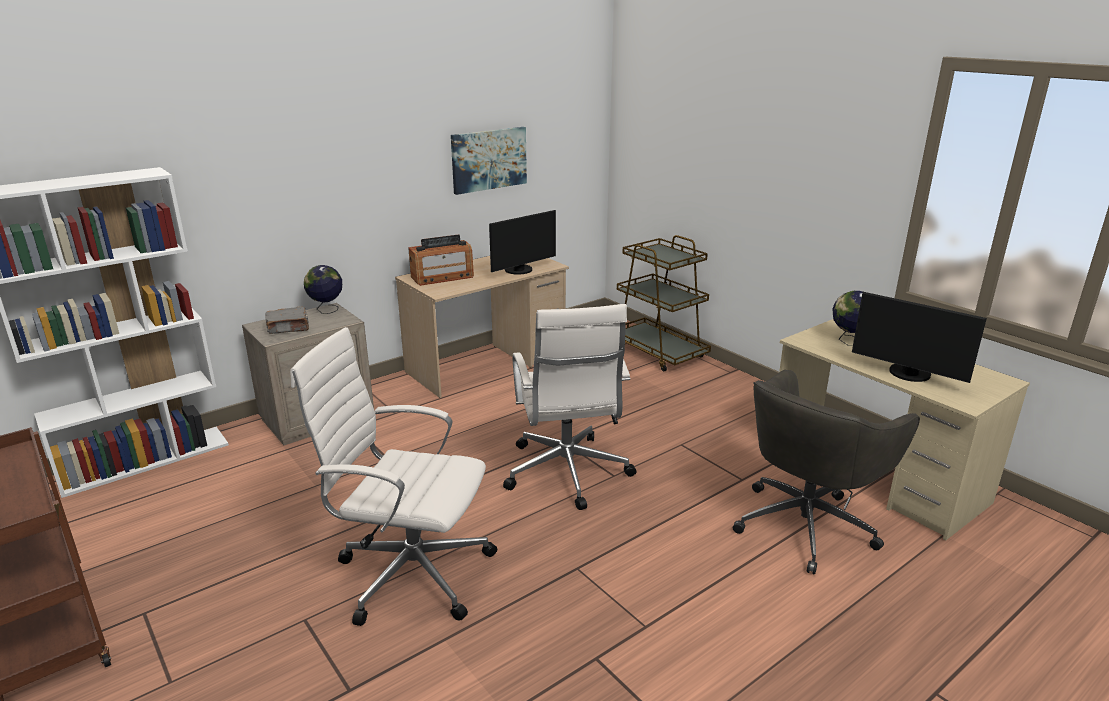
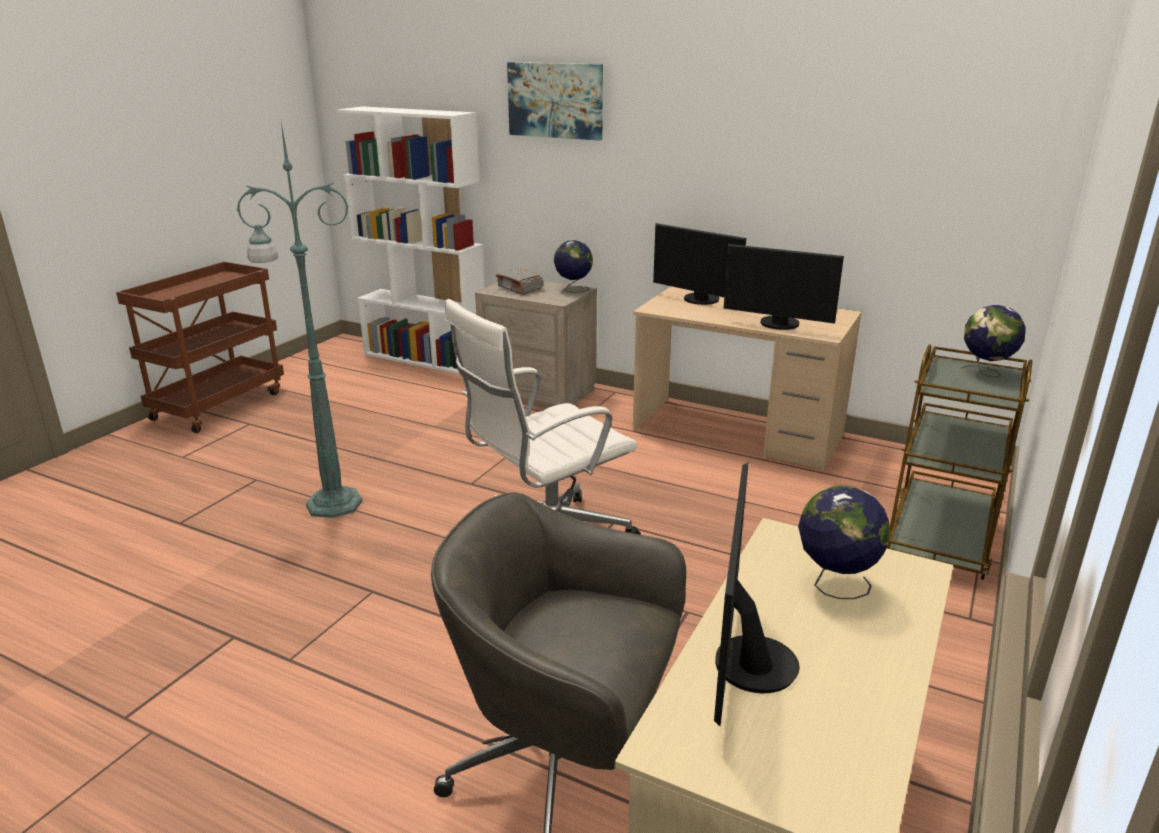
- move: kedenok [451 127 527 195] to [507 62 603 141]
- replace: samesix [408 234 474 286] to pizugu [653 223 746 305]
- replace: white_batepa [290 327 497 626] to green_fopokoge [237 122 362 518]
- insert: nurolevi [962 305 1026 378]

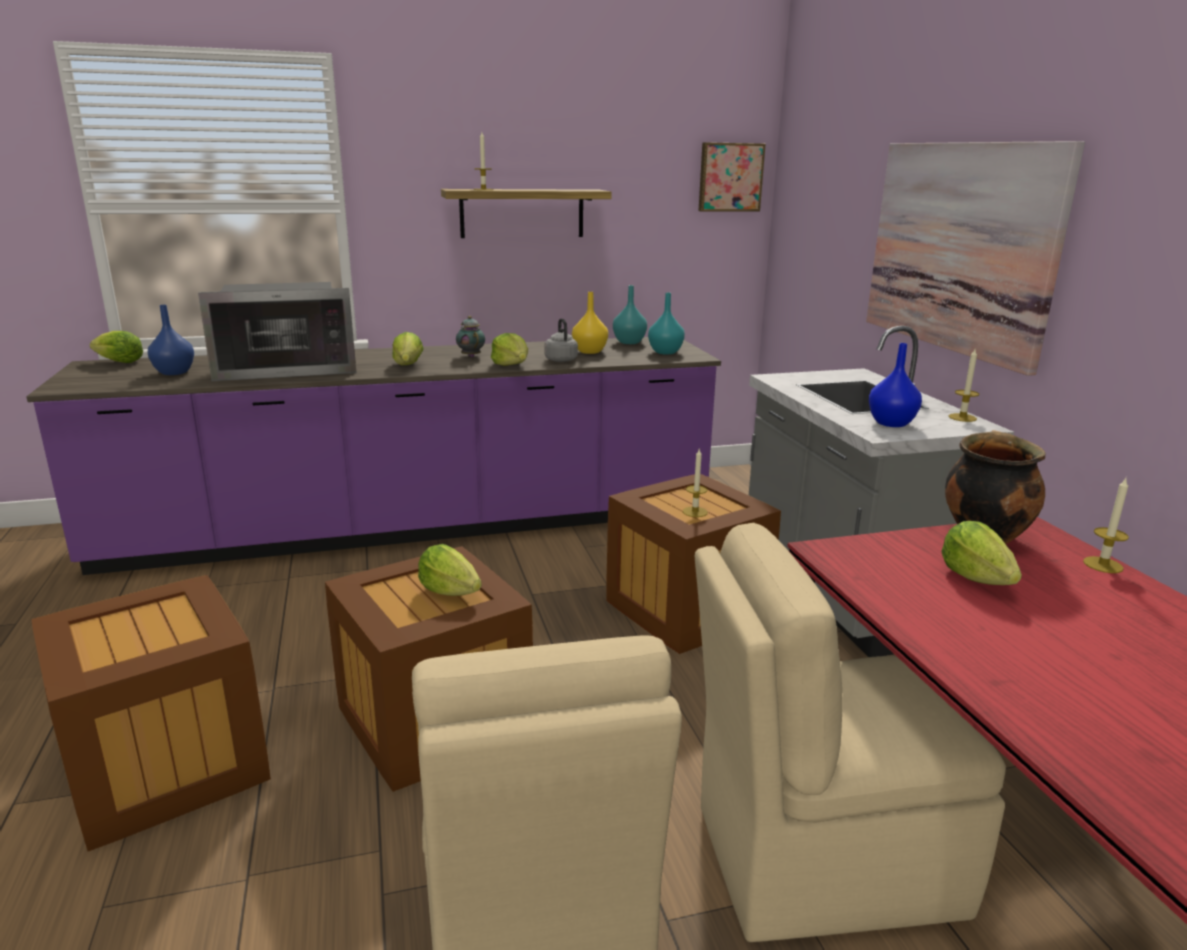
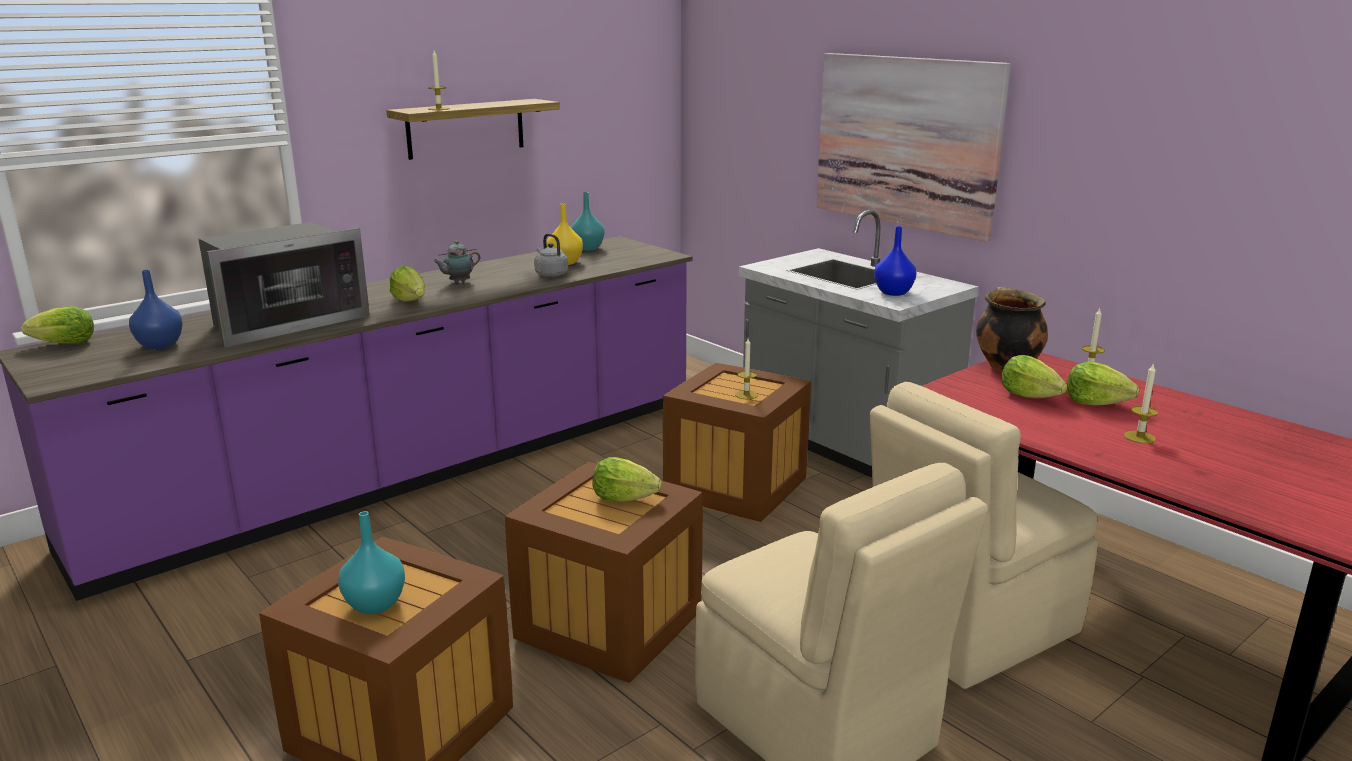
- delete: kedenok [699 142 766 212]
- move: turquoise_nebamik [648 293 685 354] to [338 511 405 614]
- rotate: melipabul [456 316 485 357] = [433 241 480 283] 75 degrees counterclockwise
- move: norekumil [491 333 528 366] to [1067 361 1139 406]
- move: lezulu [949 349 979 422] to [1124 363 1159 444]

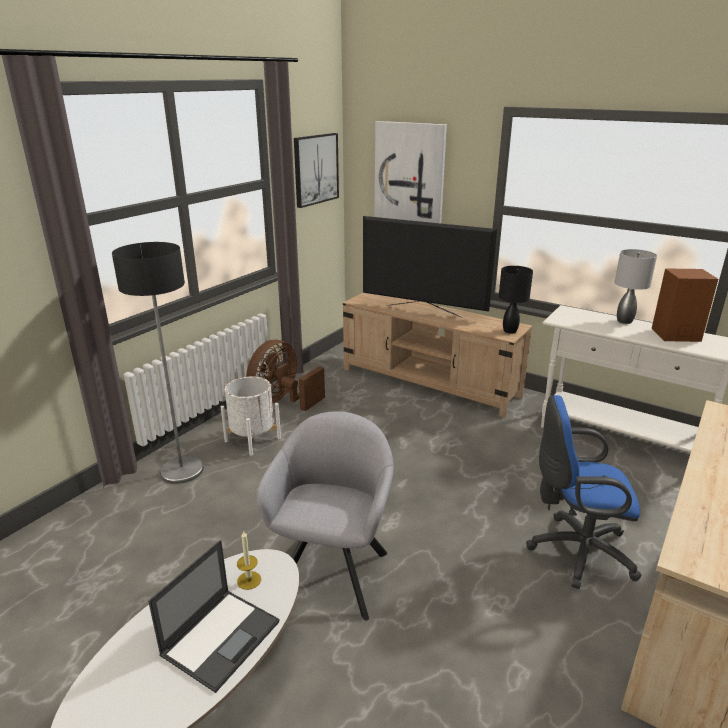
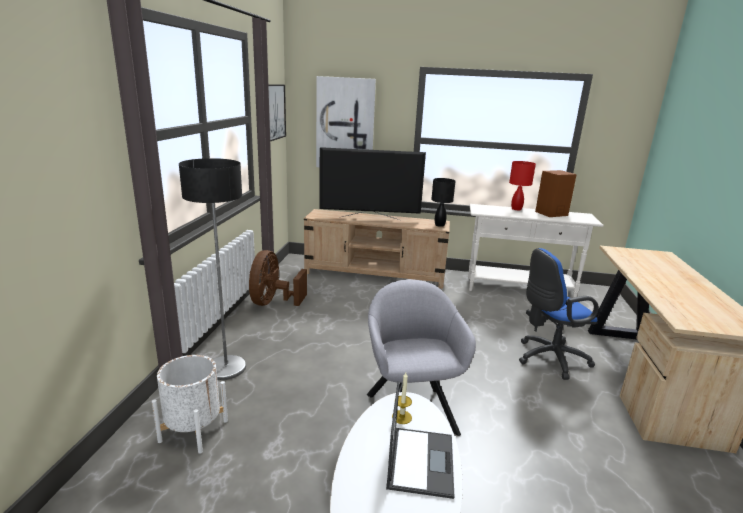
- recolor: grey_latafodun [615 249 657 324] to red_latafodun [509 161 536 210]
- move: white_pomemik [221 377 281 456] to [152 355 228 454]

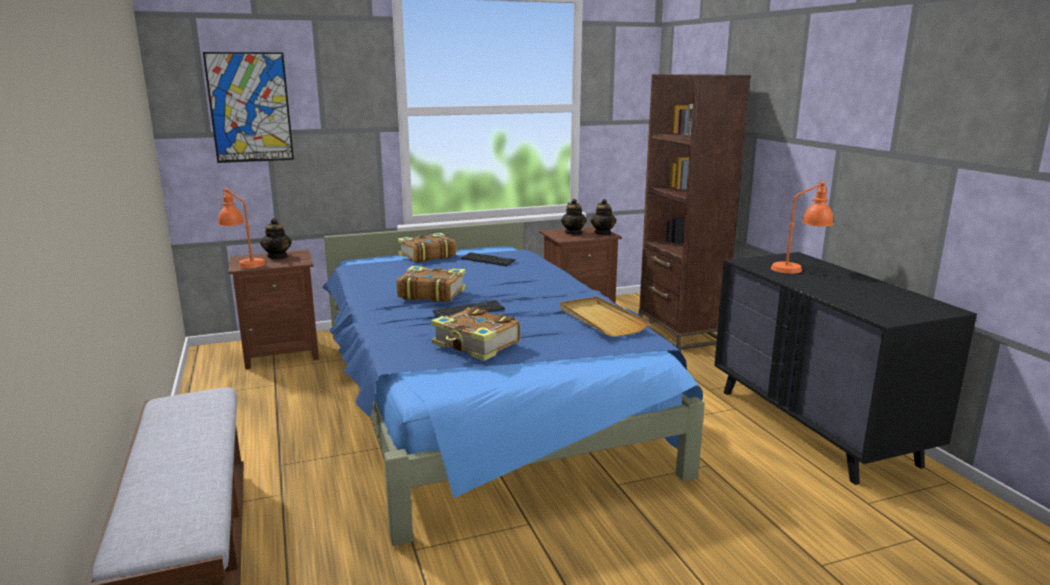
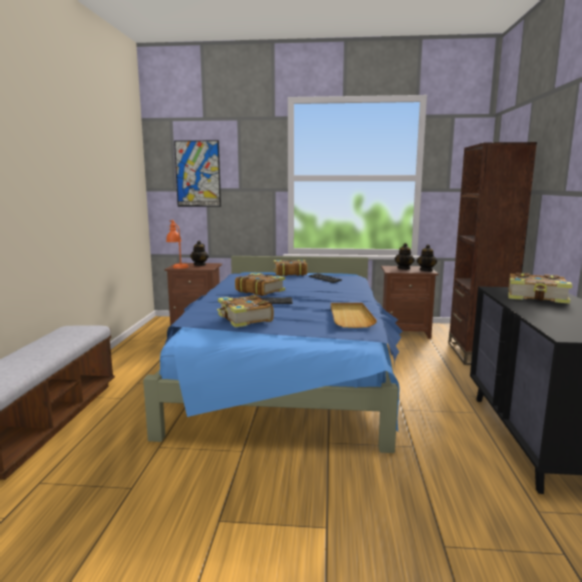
- replace: orange_latafodun [771 181 834 274] to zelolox [508 273 573 304]

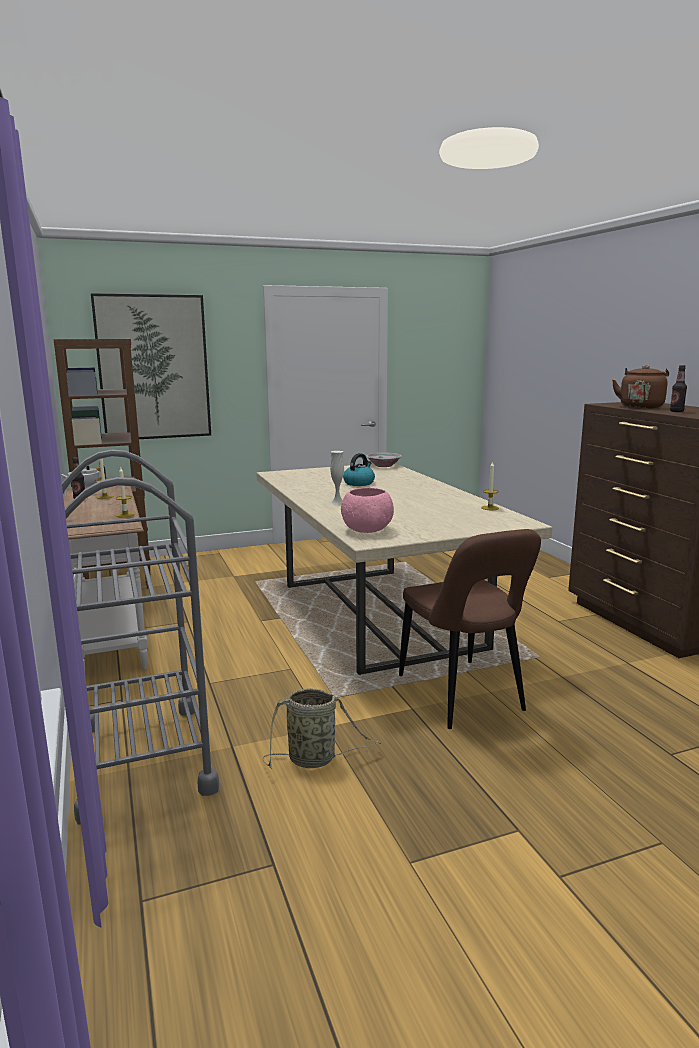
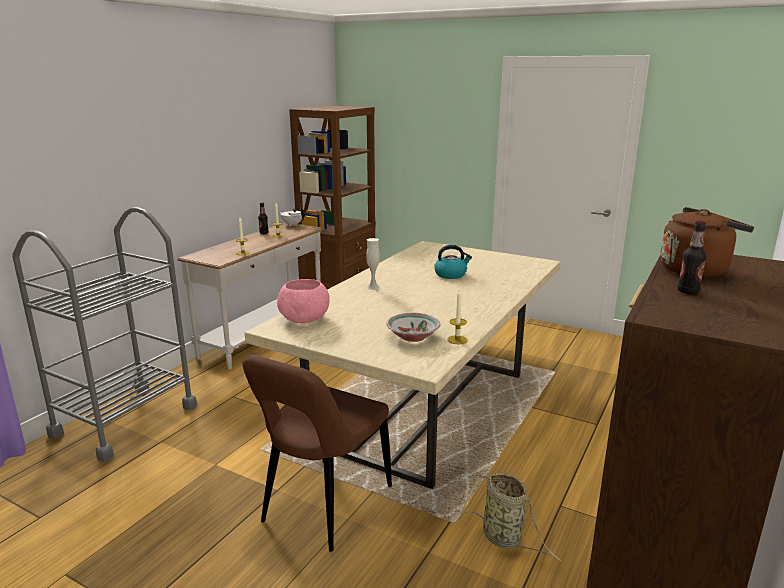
- delete: kedenok [91 293 211 439]
- move: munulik [366 453 402 467] to [386 313 440 342]
- move: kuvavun [263 688 381 768] to [457 473 561 561]

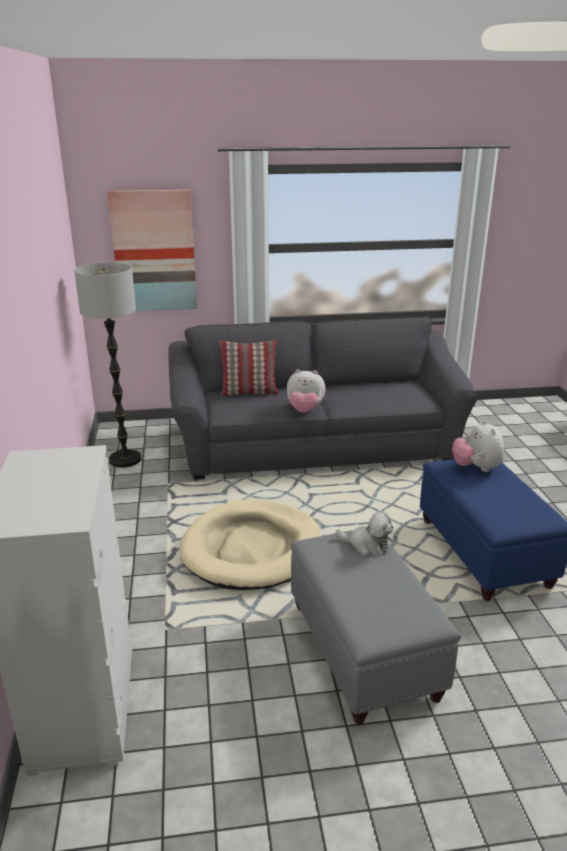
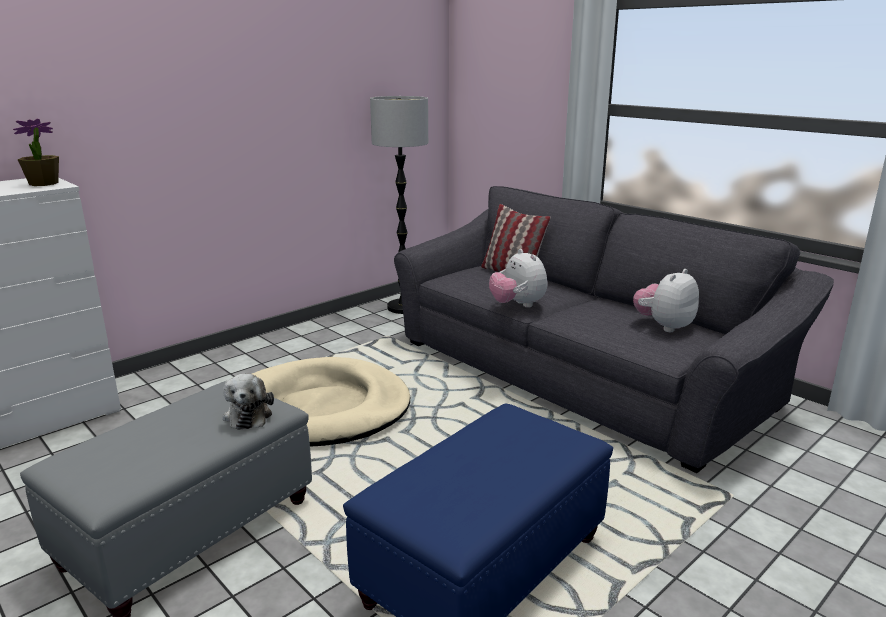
- delete: kedenok [107 190 197 311]
- move: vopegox [452 420 504 472] to [633 269 699 332]
- insert: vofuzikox [13 119 59 186]

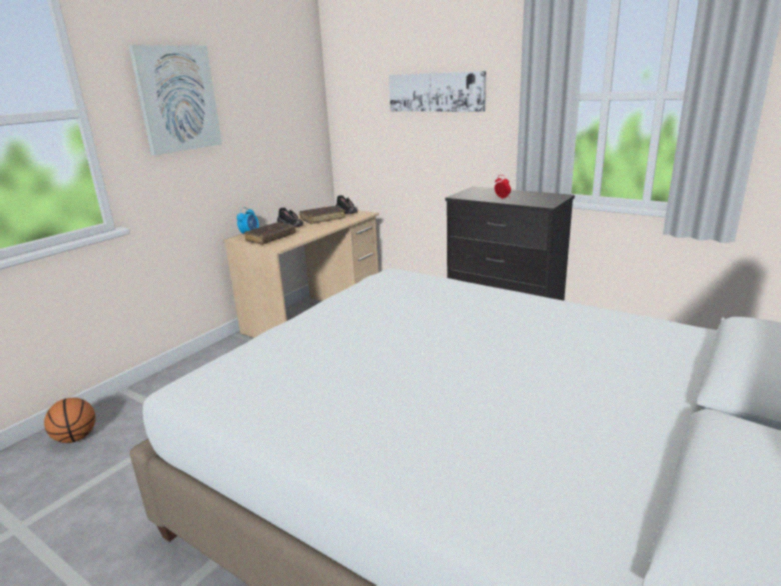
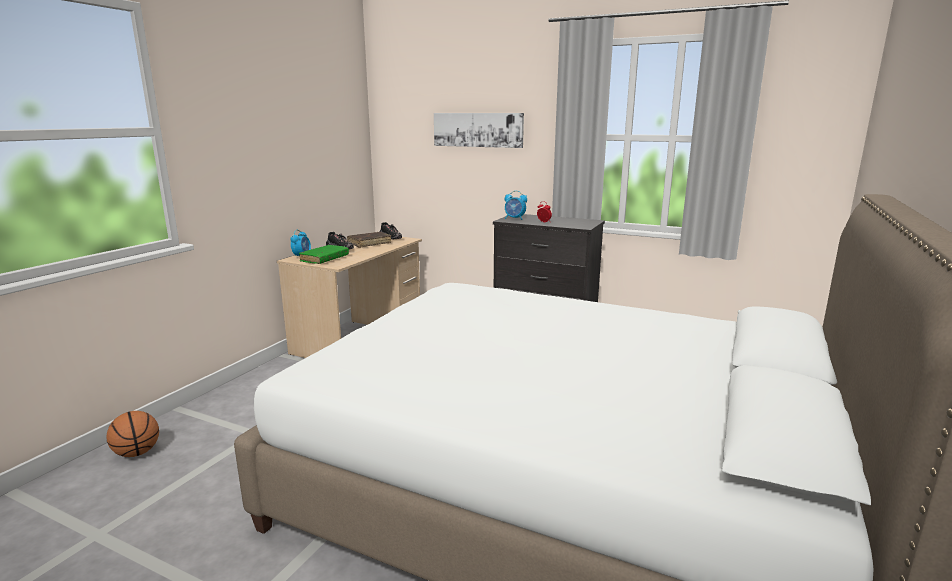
- delete: kedenok [129 45 222 155]
- recolor: brown_zelolox [244 222 296 244] to green_zelolox [299 245 349 264]
- insert: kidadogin [505 191 527 220]

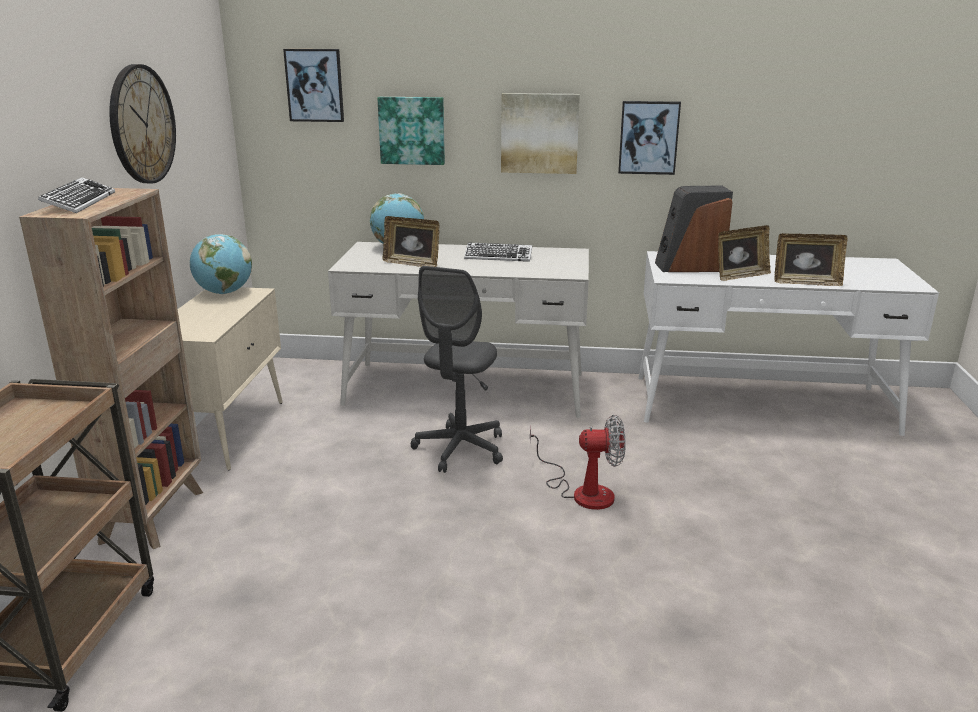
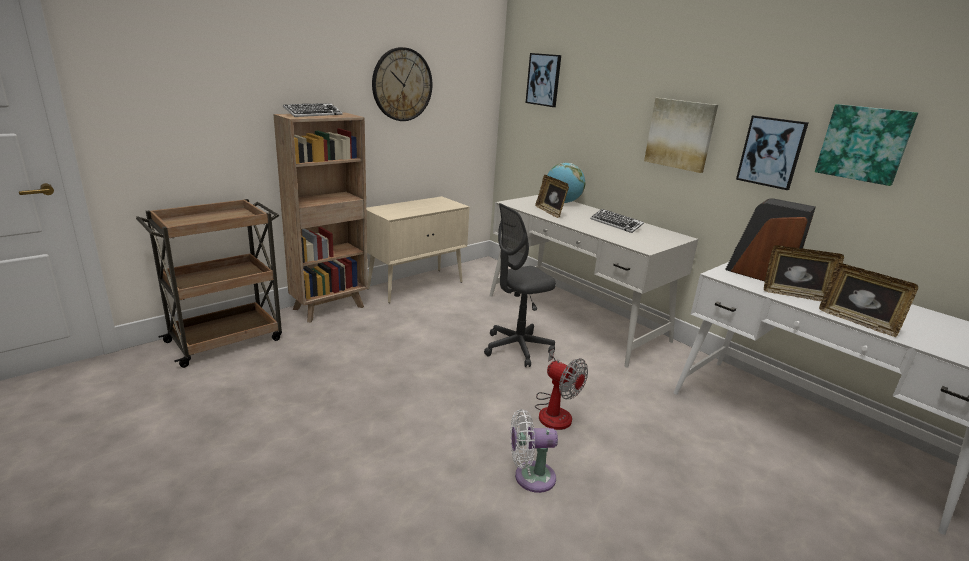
- move: kedenok [377 97 445 165] to [815 104 918 186]
- delete: nurolevi [190 234 252 294]
- insert: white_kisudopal [510 409 558 493]

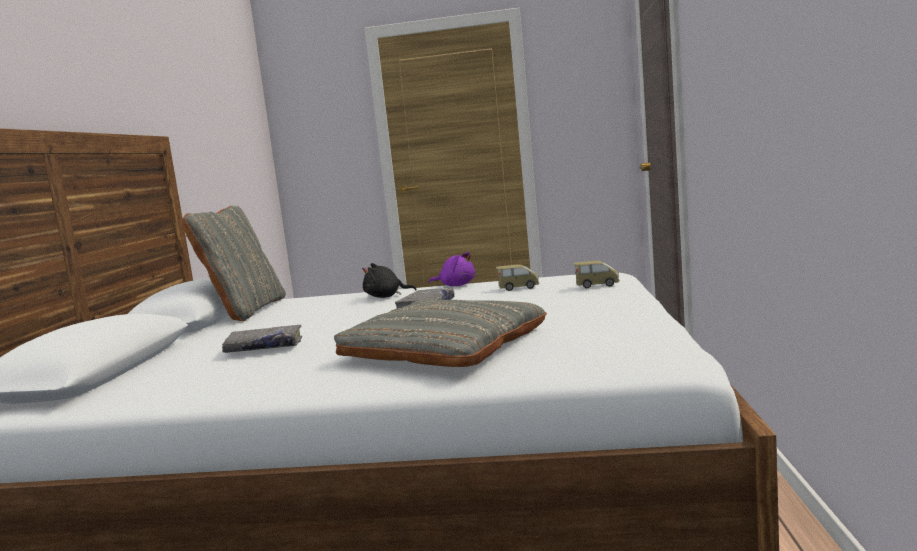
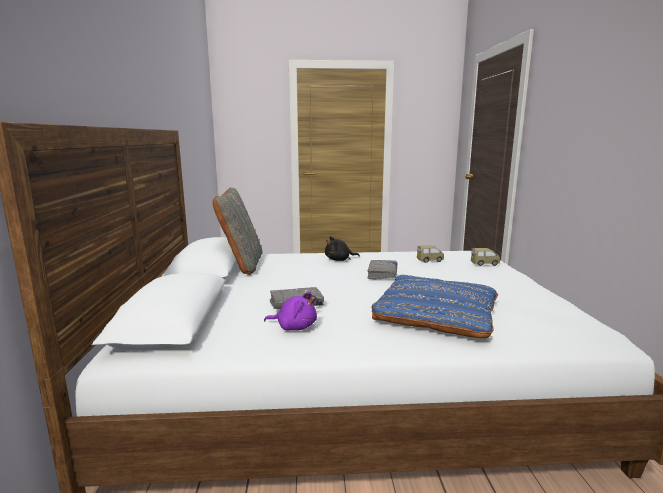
- move: purple_vopegox [429 252 475 286] to [264 292 317 330]
- recolor: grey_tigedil [334 299 547 367] to blue_tigedil [371 275 498 338]

